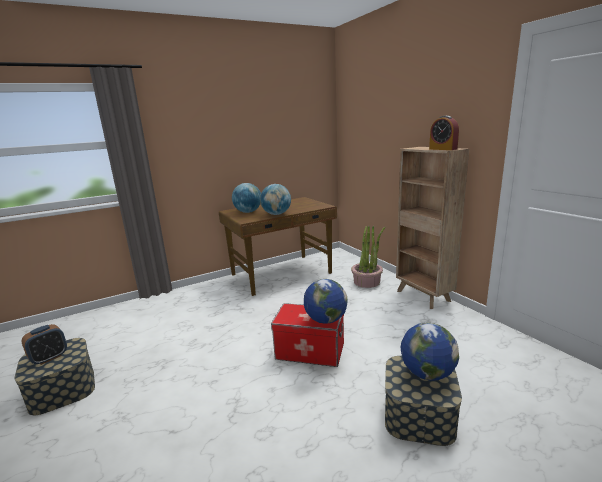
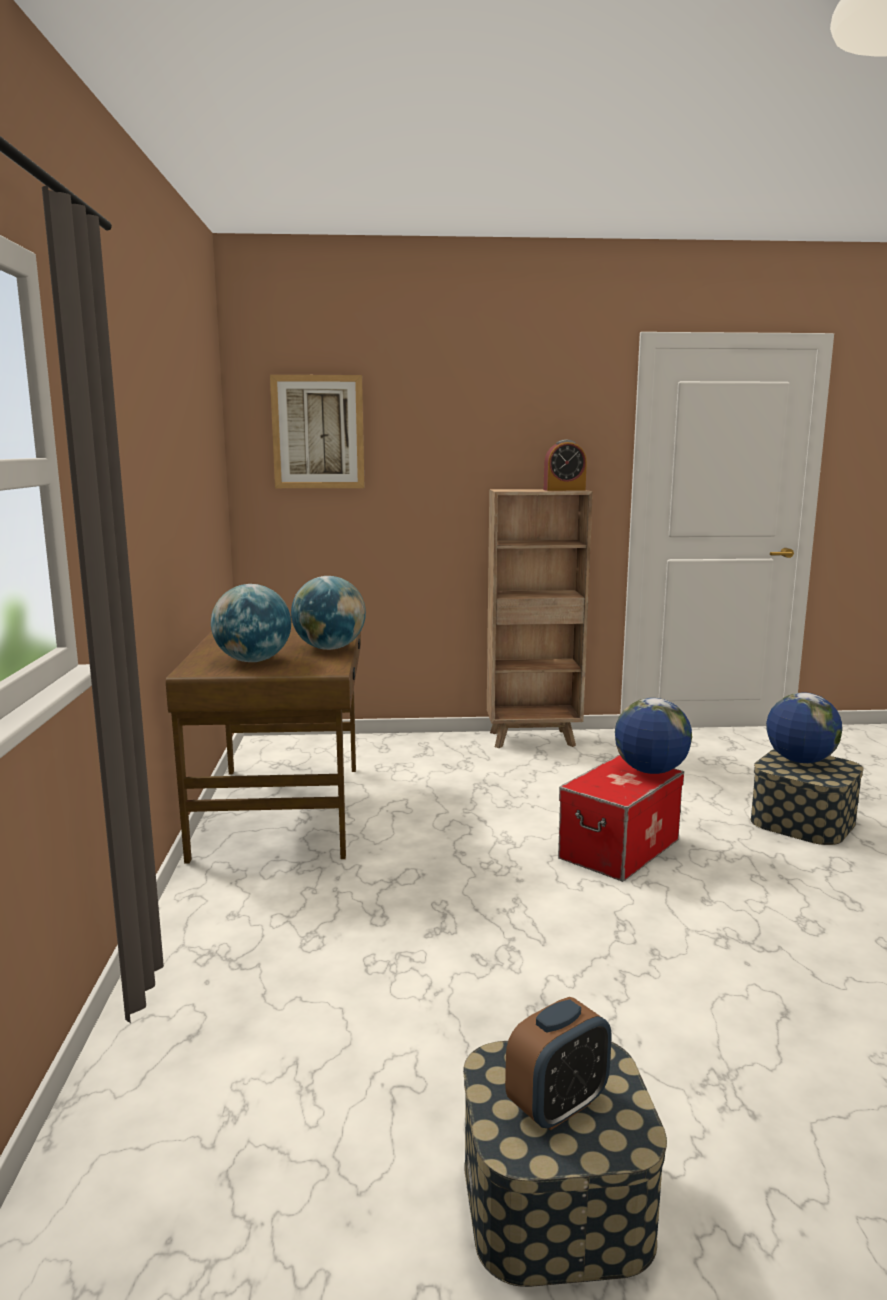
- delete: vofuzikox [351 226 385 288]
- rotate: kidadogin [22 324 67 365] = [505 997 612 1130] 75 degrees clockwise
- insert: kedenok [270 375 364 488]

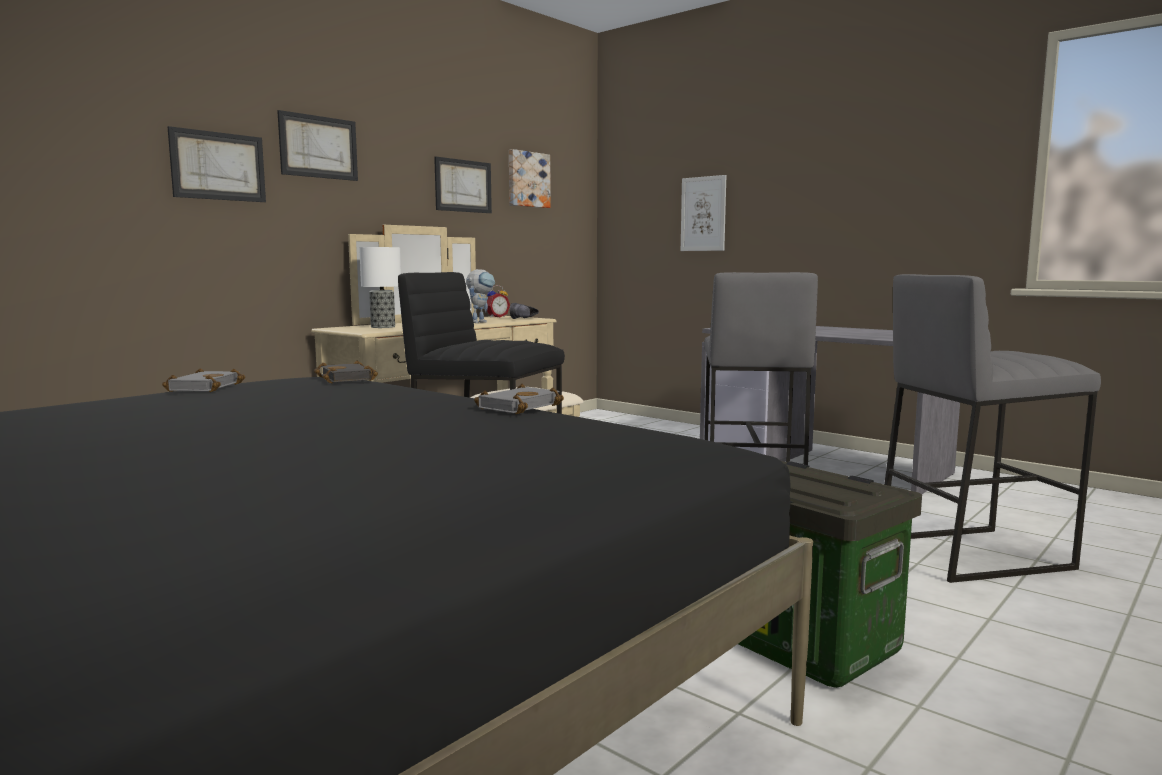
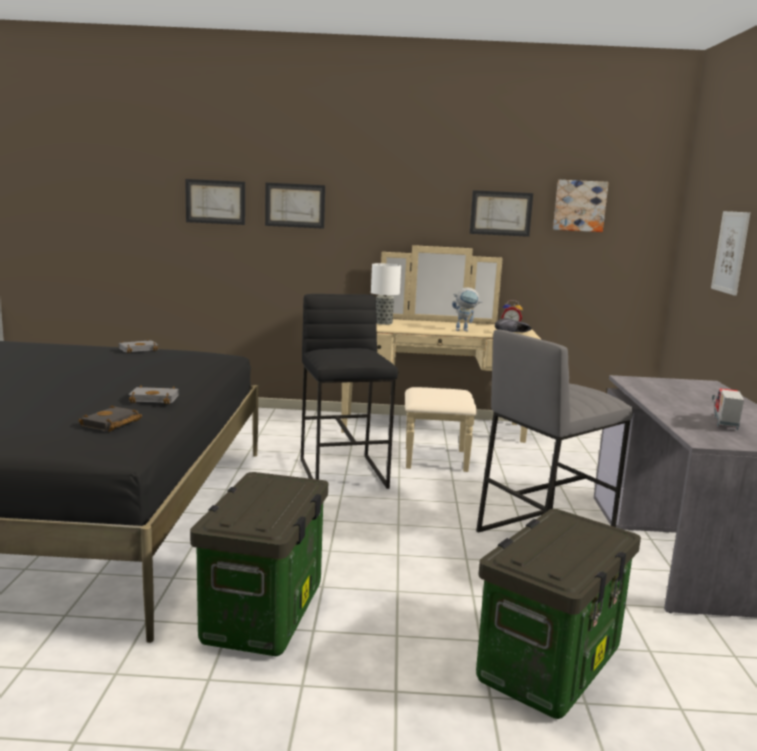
- move: kedenok [277 110 358 181] to [185 179 245 225]
- replace: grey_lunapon [884 274 1101 583] to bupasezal [476 509 641 719]
- move: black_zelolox [314 361 378 384] to [78 405 142 432]
- insert: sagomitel [712 388 744 430]

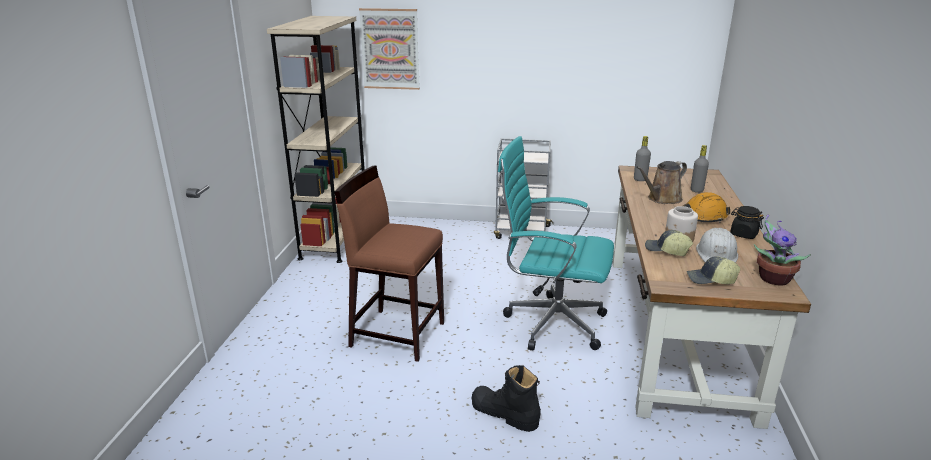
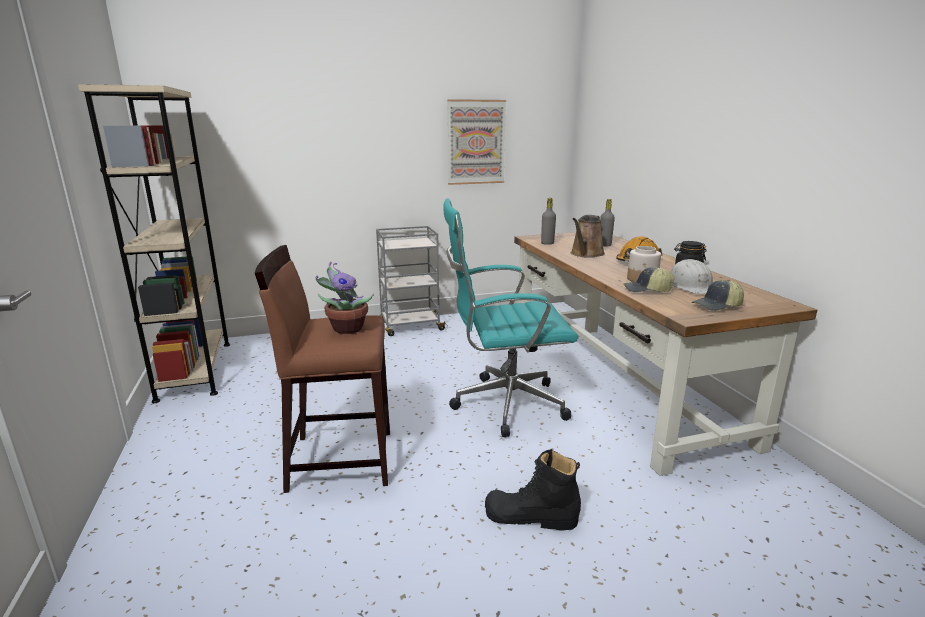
- move: kedenok [359 8 420 90] to [447 99 506 185]
- move: vofuzikox [754 215 811 286] to [316 262 374 334]

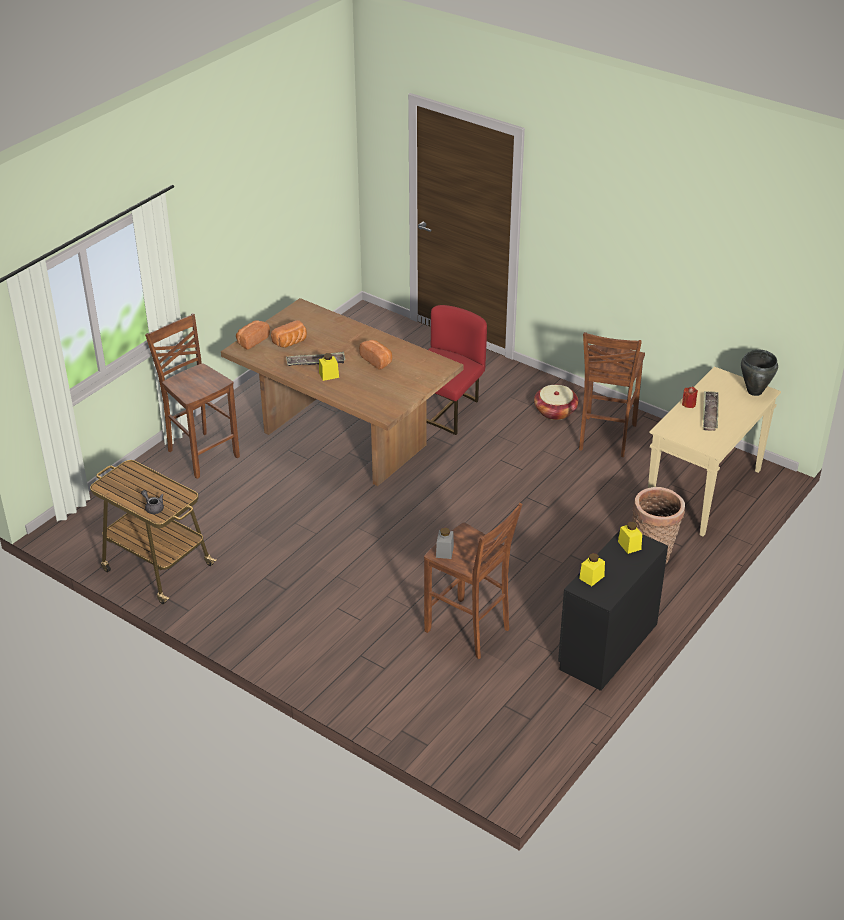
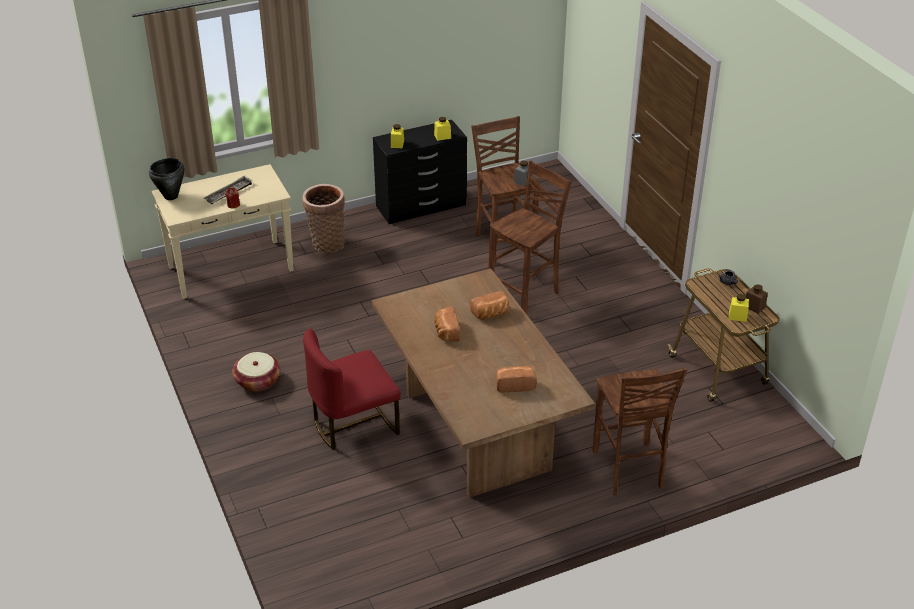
- move: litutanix [236 320 270 350] to [470 291 509 320]
- move: brown_lunapon [579 332 645 457] to [488 160 572 314]
- delete: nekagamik [286 352 345 366]
- move: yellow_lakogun [319 353 339 381] to [729 294 749 322]
- insert: brown_lakogun [746 284 768 314]

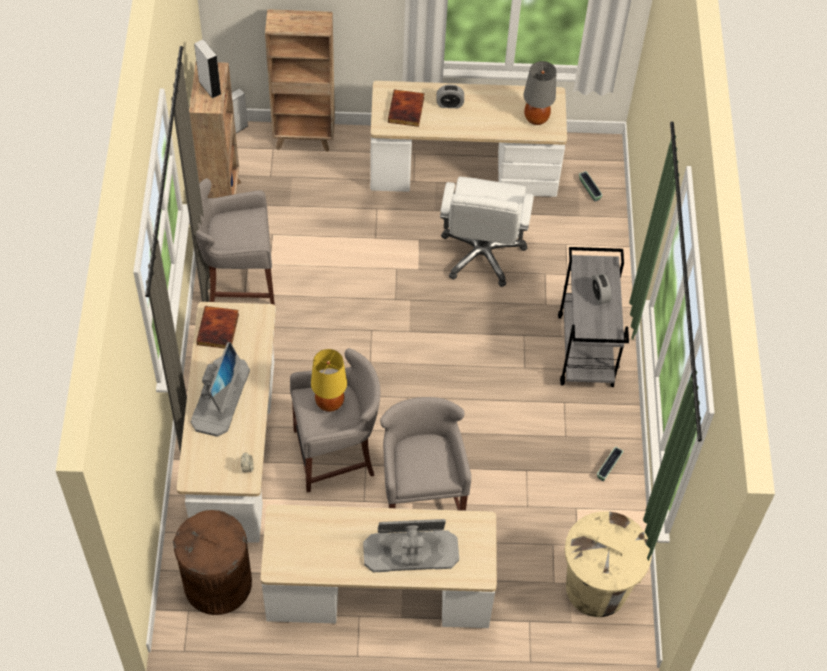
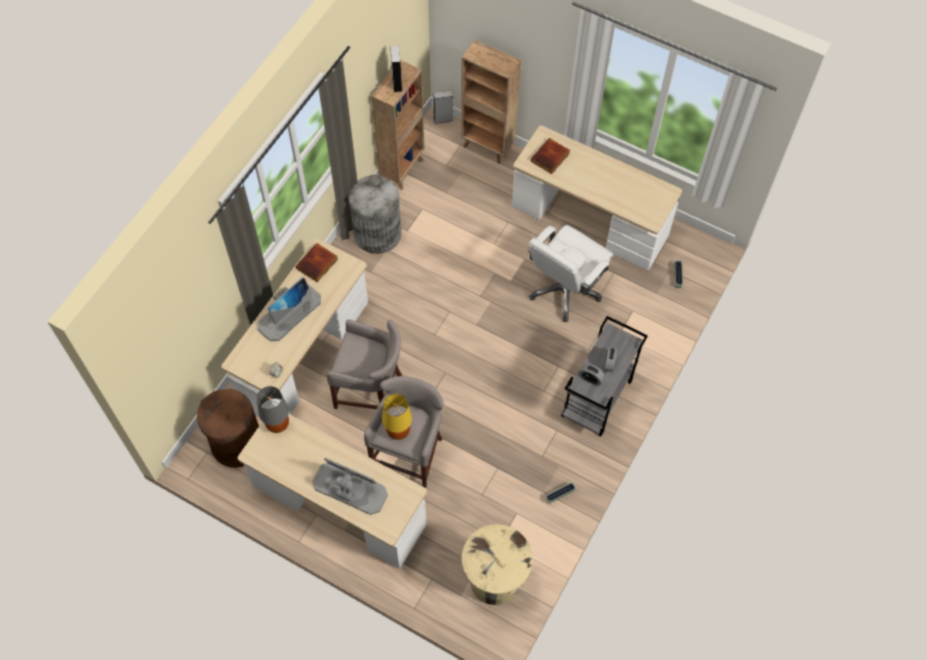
- move: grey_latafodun [524 61 557 125] to [257 386 289 433]
- move: kidadogin [436 84 464 108] to [579 364 605 386]
- replace: grey_lunapon [189 178 275 305] to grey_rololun [348 174 401 254]
- move: yellow_latafodun [311 349 347 412] to [382 394 412 440]

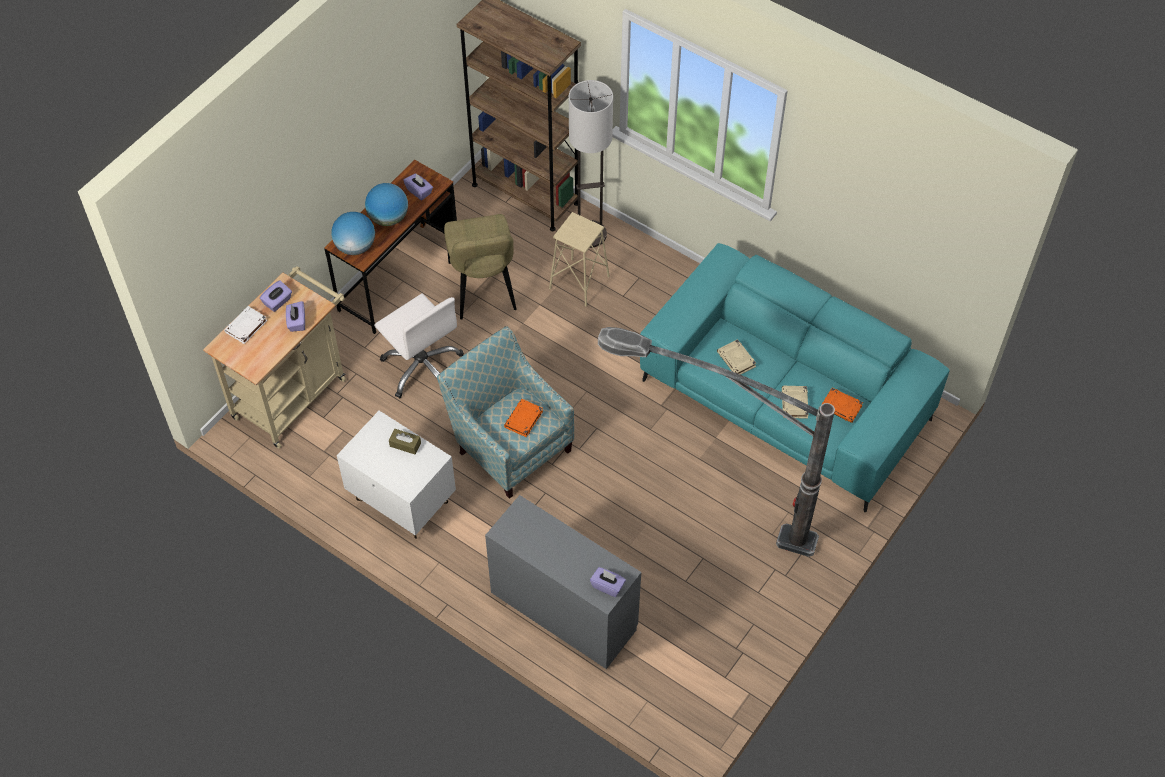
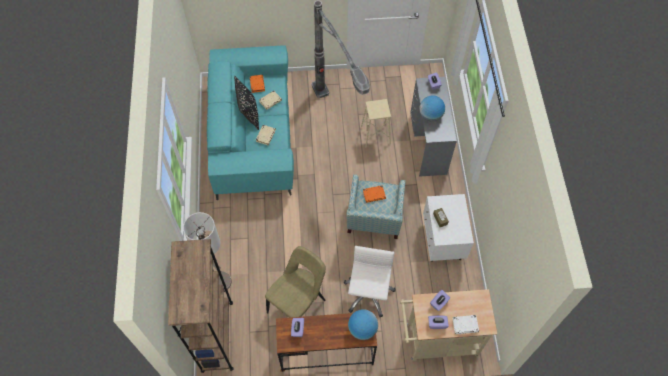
- move: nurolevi [365 183 408 226] to [419 95 445 121]
- move: beige_lunapon [549 212 610 306] to [361 99 391 148]
- insert: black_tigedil [234 76 259 130]

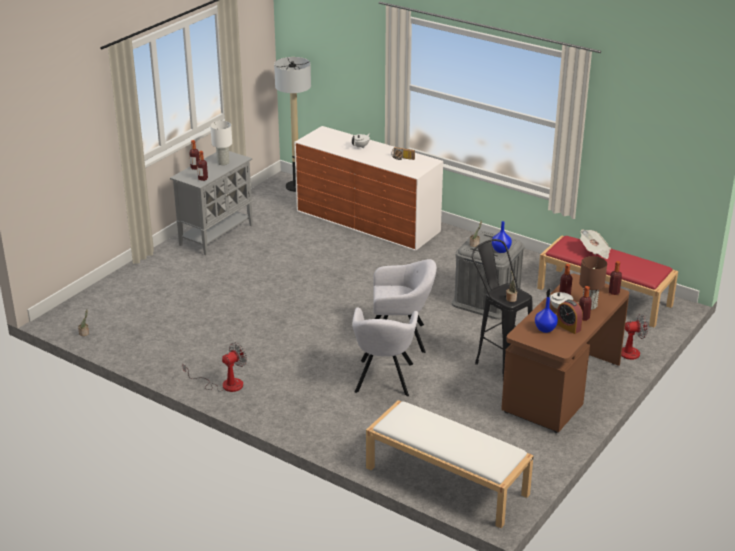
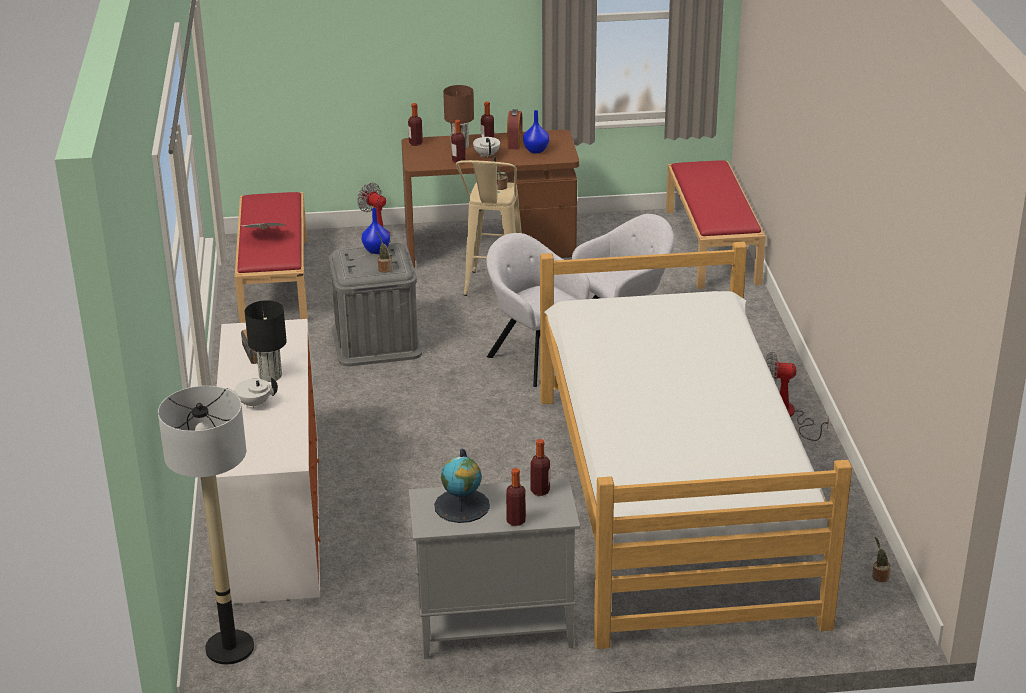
- replace: white_latafodun [210 121 232 165] to nurolevi [434 448 490 523]
- recolor: black_lunapon [472 239 532 379] to beige_lunapon [456 160 522 296]
- recolor: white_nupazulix [366 400 534 528] to red_nupazulix [666 161 766 289]
- insert: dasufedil [540 242 852 649]
- insert: black_latafodun [245 300 287 382]

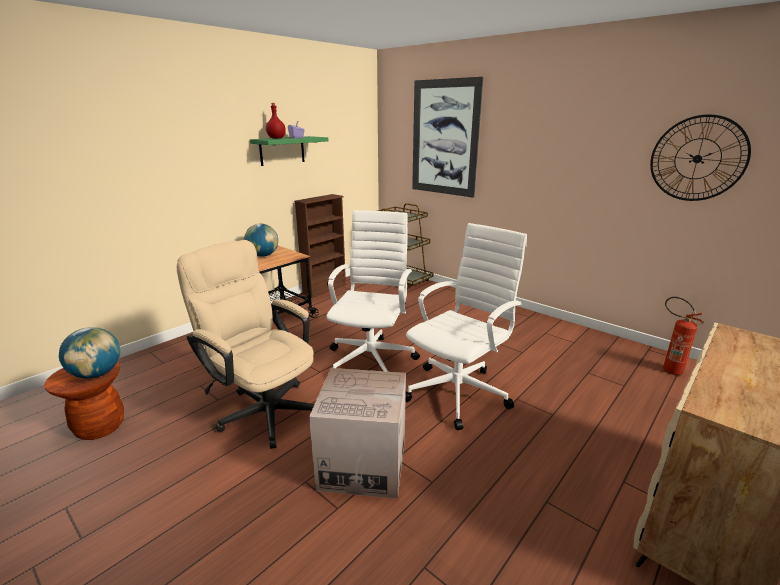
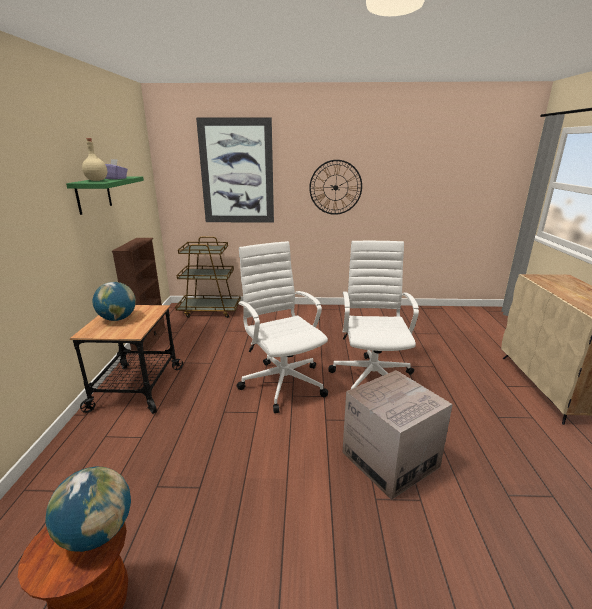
- recolor: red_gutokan [266 103 286 139] to beige_gutokan [82 138 107 181]
- move: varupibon [650 114 751 201] to [309 160 362 215]
- delete: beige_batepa [177 240 314 449]
- delete: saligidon [663 297 704 375]

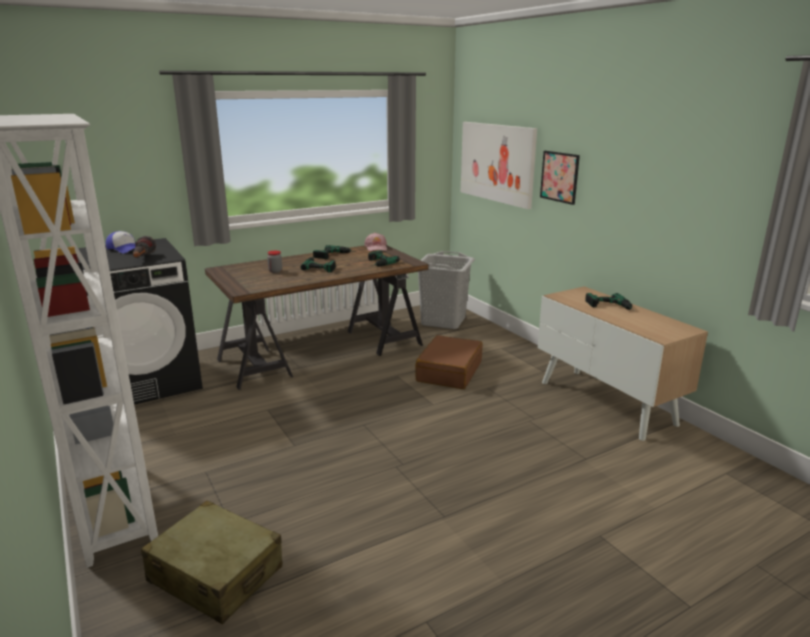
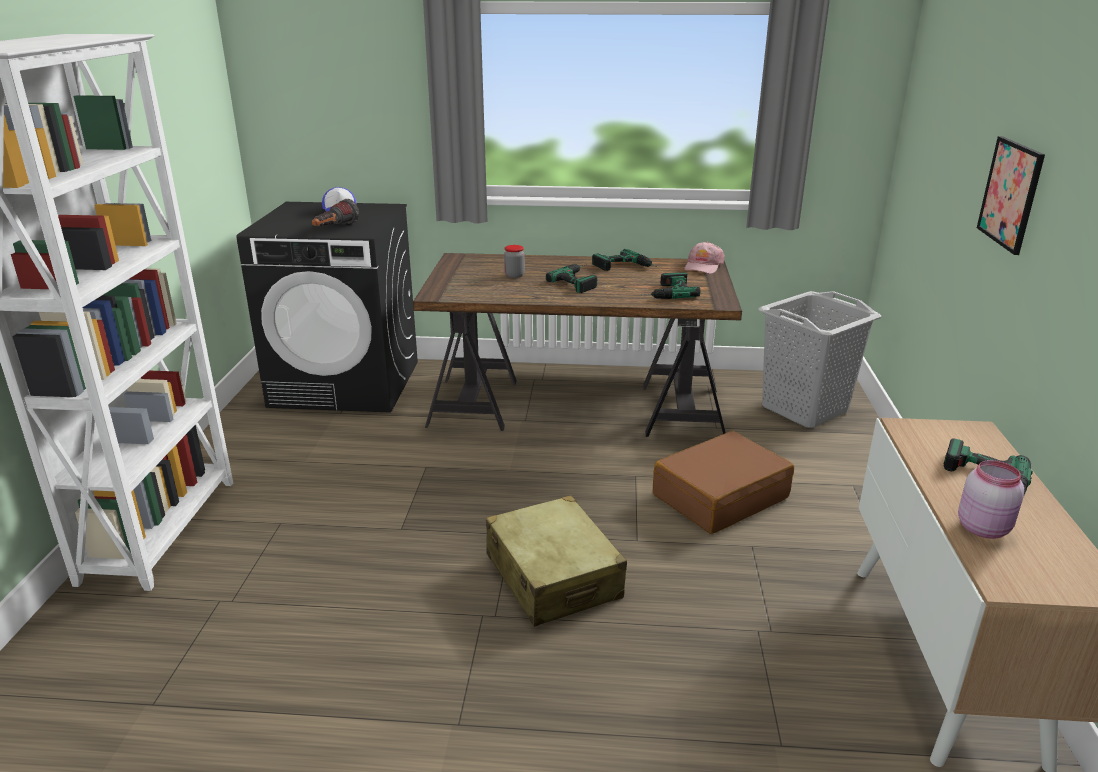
- delete: kedenok [461 122 537 209]
- move: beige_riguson [141 500 282 624] to [486 495 627 627]
- insert: pink_lakogun [958 460 1024 539]

